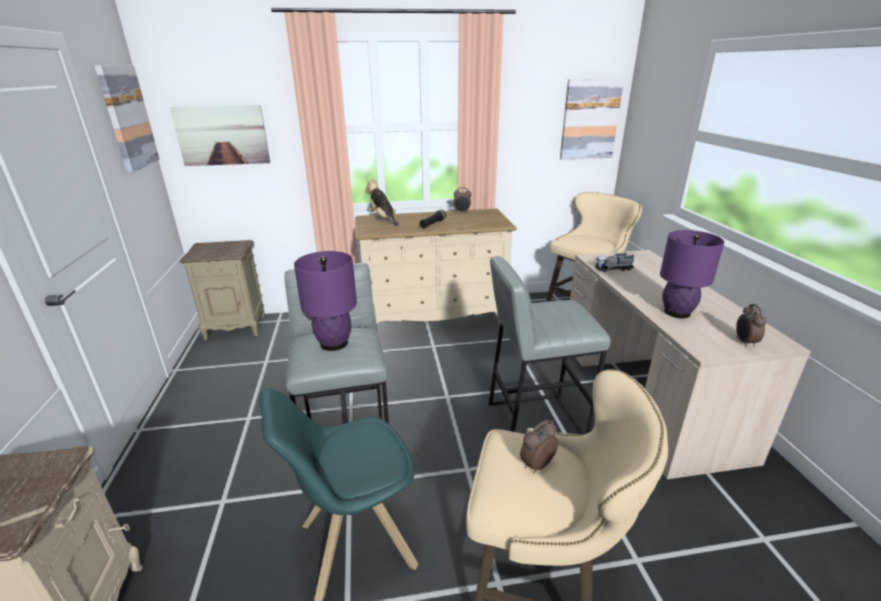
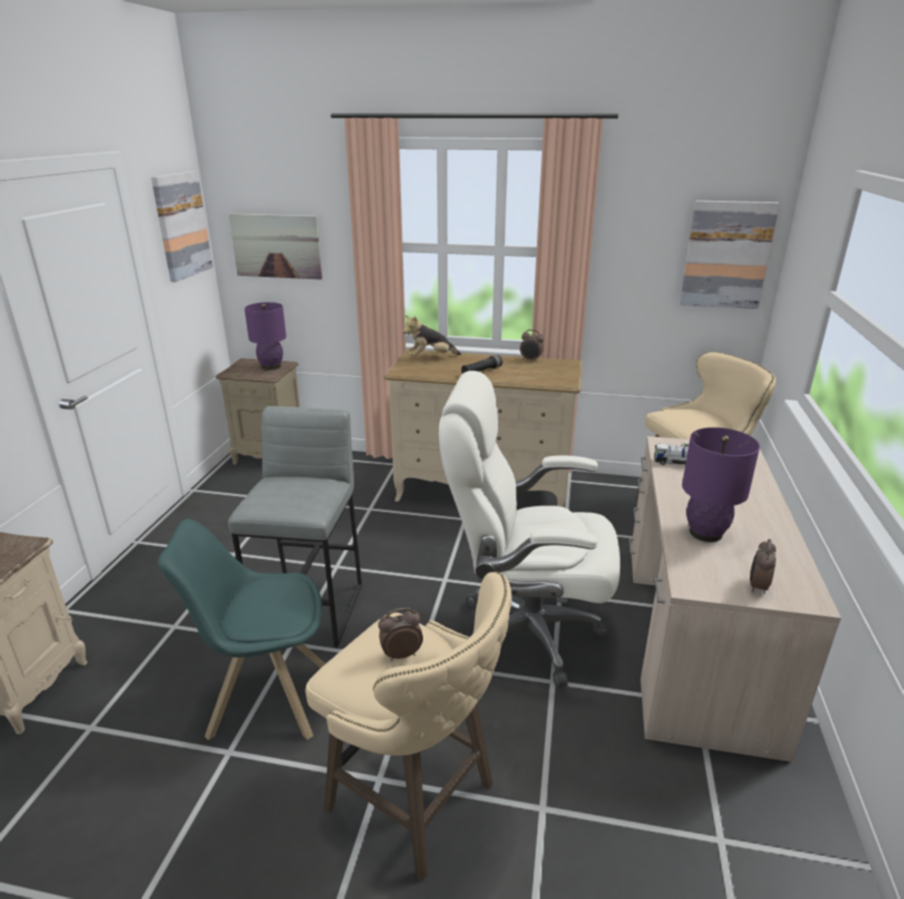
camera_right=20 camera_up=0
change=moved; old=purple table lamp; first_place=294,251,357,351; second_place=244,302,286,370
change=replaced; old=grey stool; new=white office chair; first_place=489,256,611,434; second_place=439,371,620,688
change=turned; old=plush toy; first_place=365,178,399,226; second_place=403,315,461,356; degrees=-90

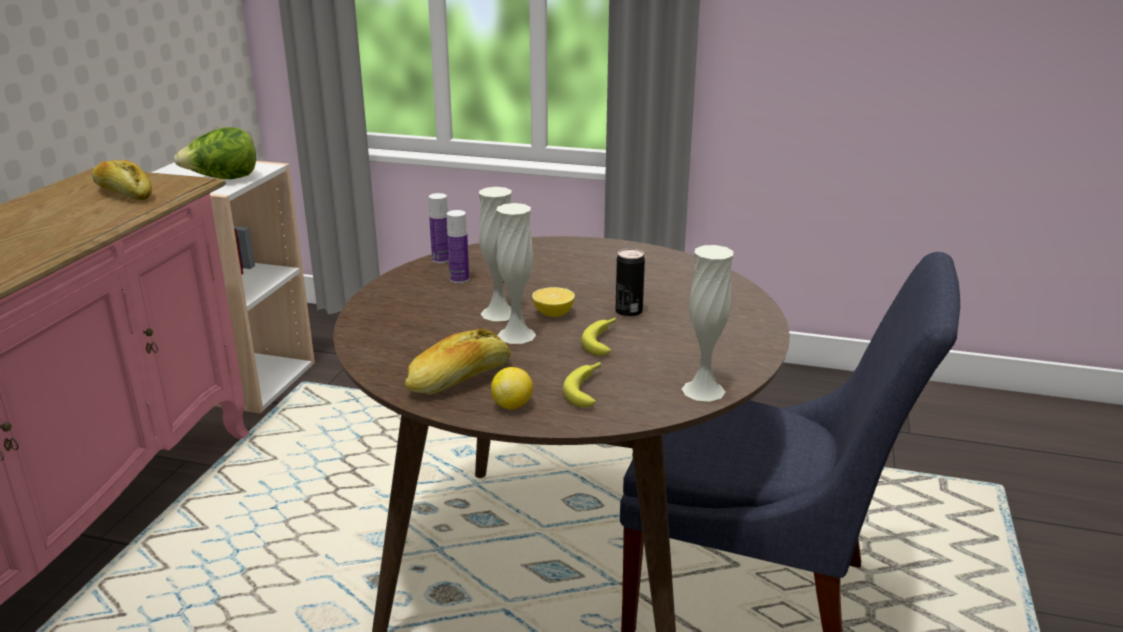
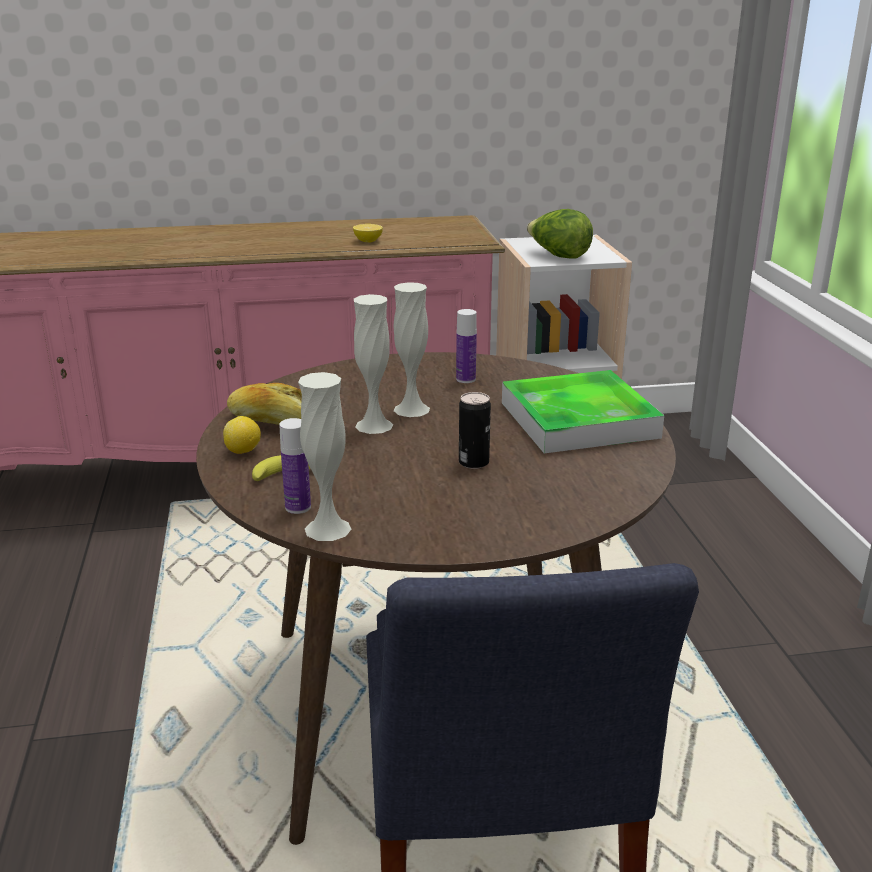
camera_right=65 camera_up=0
change=removed; old=bread; first_place=92,160,152,200
change=removed; old=banana; first_place=581,318,616,356
change=added; new=tray; second_place=502,370,664,453
change=moved; old=bottle; first_place=429,193,449,263; second_place=279,418,311,514
change=moved; old=lemon; first_place=532,287,575,317; second_place=353,224,383,242

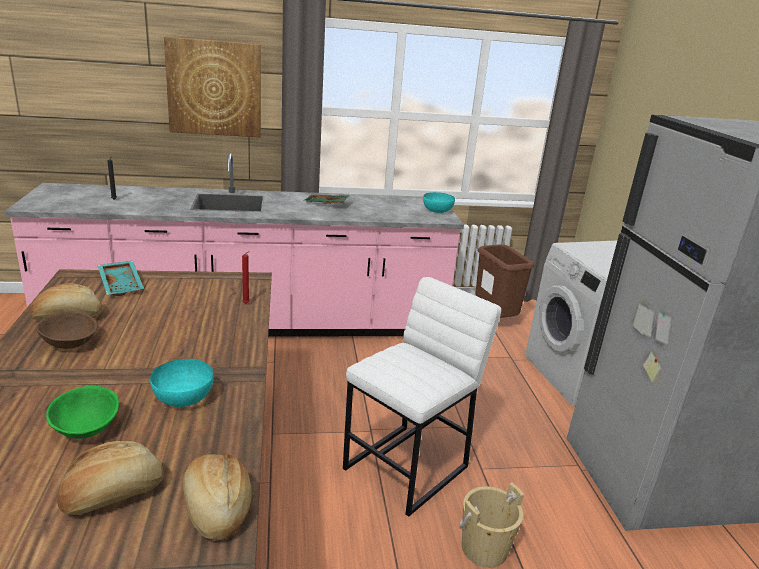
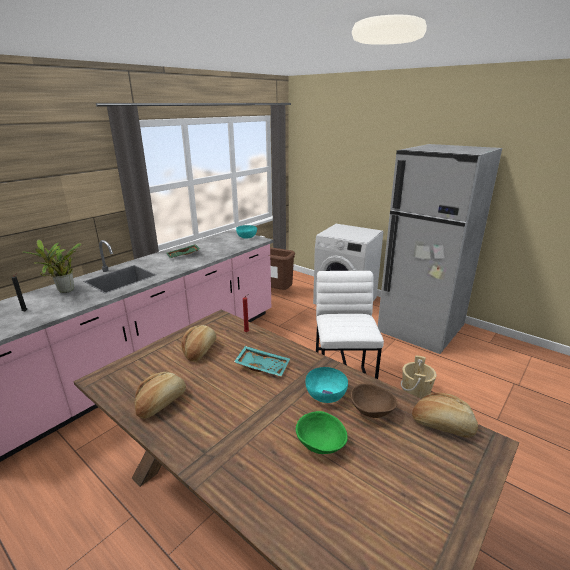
camera_right=-40 camera_up=0
change=removed; old=picture; first_place=164,37,261,137
change=added; new=potted plant; second_place=22,239,82,293
change=moved; old=brown bowl; first_place=36,311,97,349; second_place=350,384,397,418
change=moved; old=bread; first_place=57,441,163,515; second_place=181,325,217,362
change=moved; old=turquoise tray; first_place=98,261,144,296; second_place=234,346,290,377

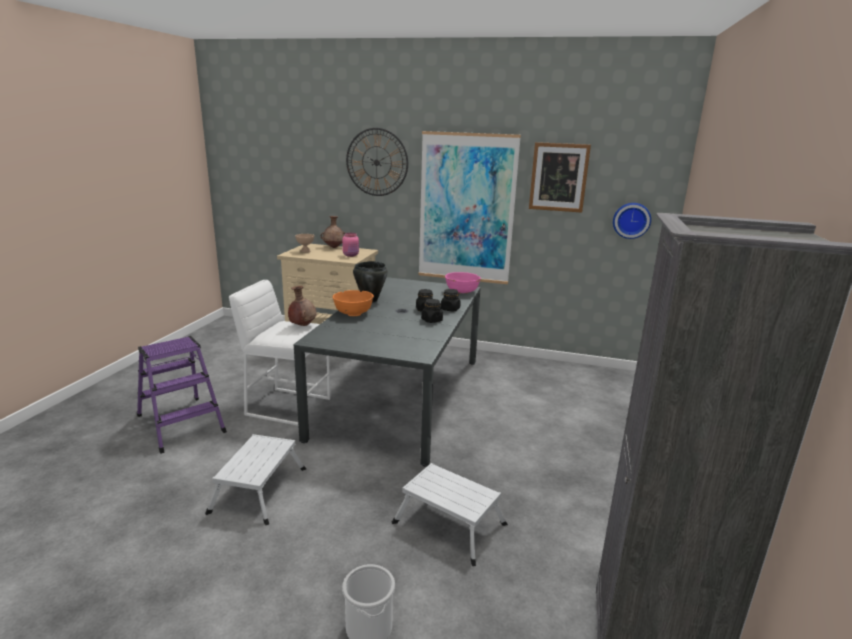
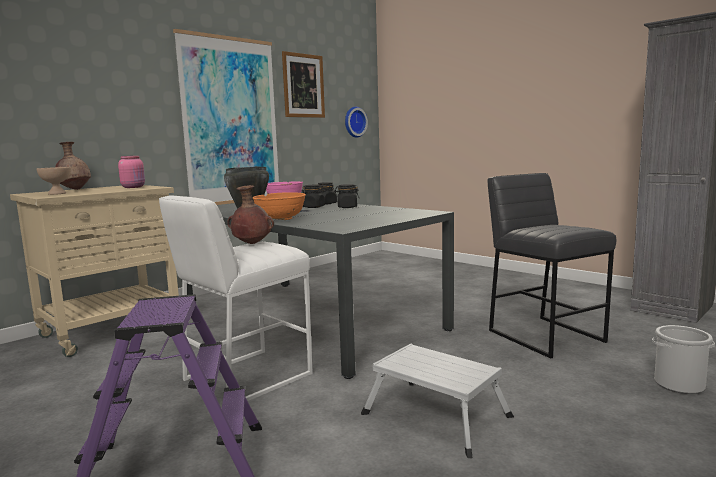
camera_right=-60 camera_up=-10
change=removed; old=wall clock; first_place=346,128,408,196
change=replaced; old=white step ladder; new=grey stool; first_place=392,463,508,566; second_place=488,173,616,358

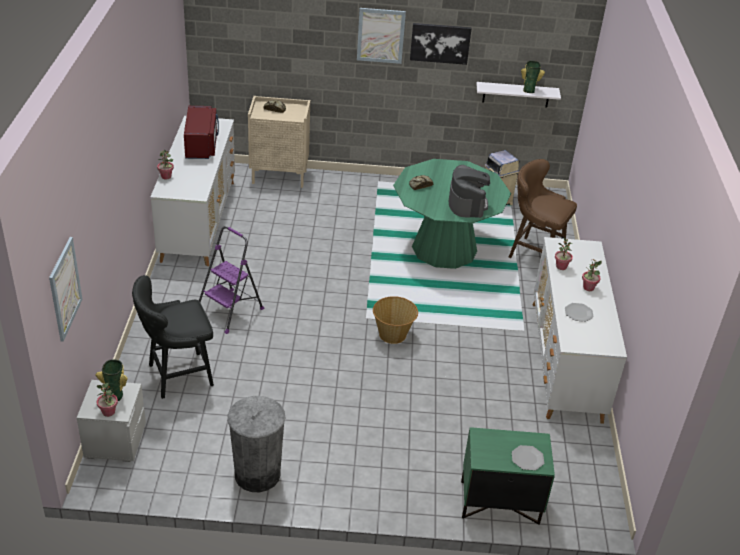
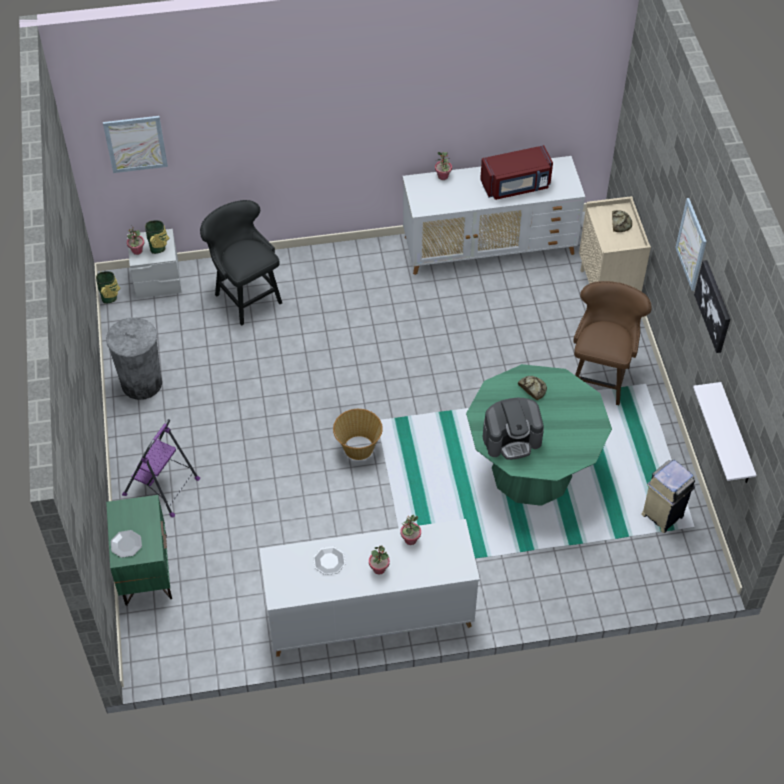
camera_right=80 camera_up=15
change=moved; old=purple step ladder; first_place=199,226,265,334; second_place=122,419,200,517
change=moved; old=brown stool; first_place=509,159,577,258; second_place=573,281,652,405
change=moved; old=vase; first_place=521,61,545,93; second_place=96,271,120,304

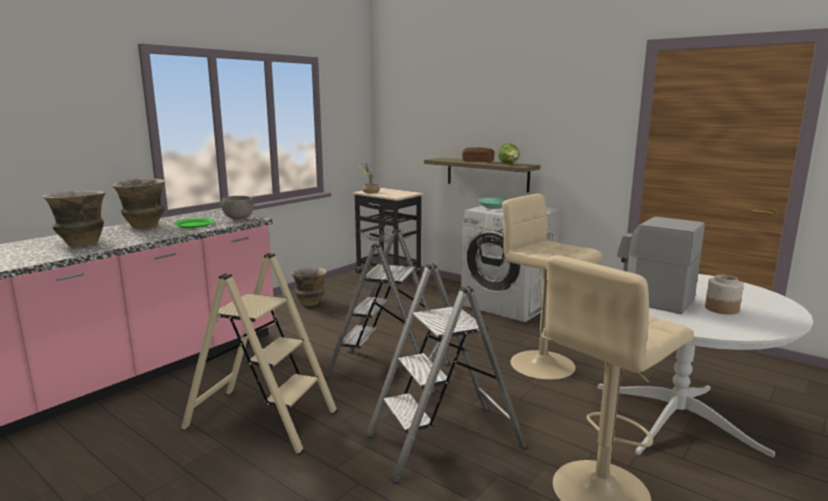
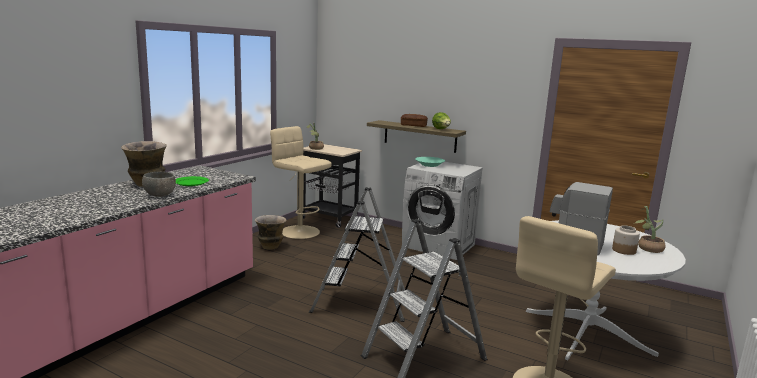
camera_right=-10 camera_up=0
change=removed; old=vase; first_place=43,190,106,247
change=removed; old=beige step ladder; first_place=180,253,338,455
change=added; new=potted plant; second_place=634,206,666,253
change=moved; old=grey bowl; first_place=221,196,254,220; second_place=142,172,176,197
change=moved; old=beige stool; first_place=502,194,602,380; second_place=270,126,332,239

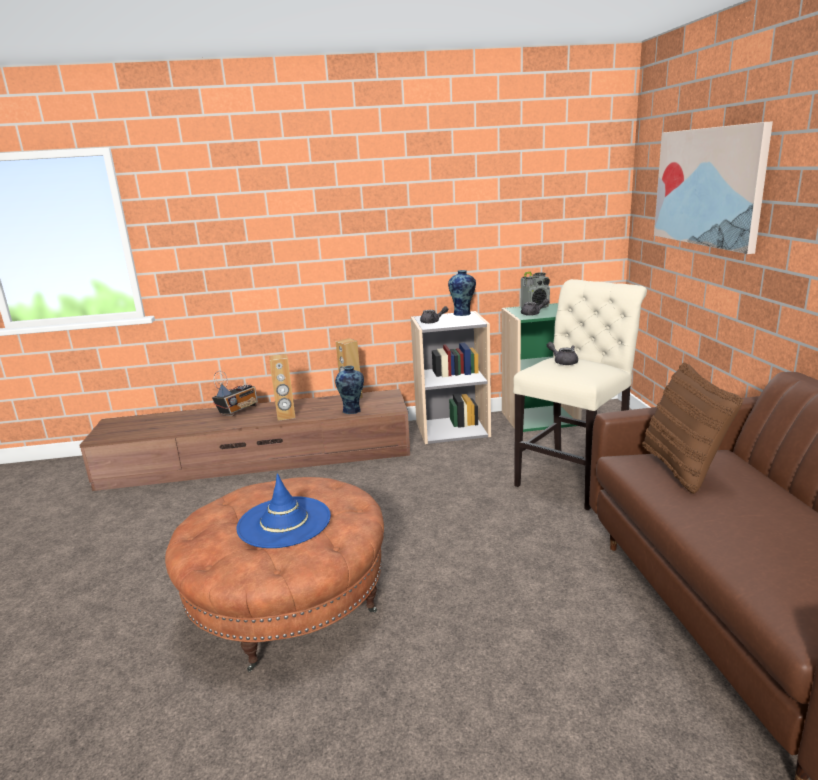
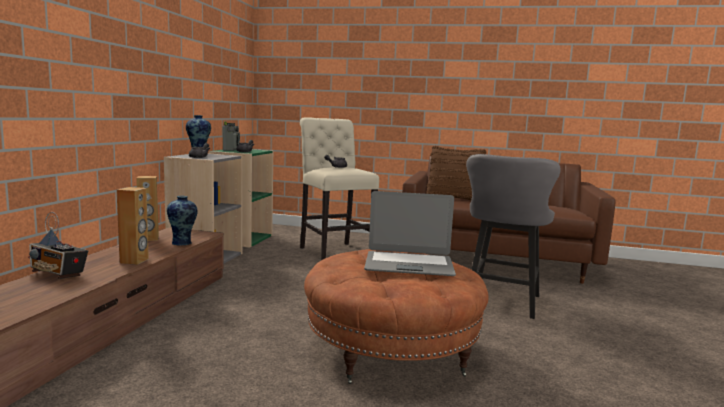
camera_right=-70 camera_up=-10
change=removed; old=picture; first_place=654,122,773,254
change=added; new=grey stool; second_place=466,154,561,319
change=replaced; old=blue hat; new=laptop; first_place=236,473,331,548; second_place=364,191,456,276
change=turned; old=radio; first_place=212,371,258,416; second_place=28,212,88,279; degrees=150

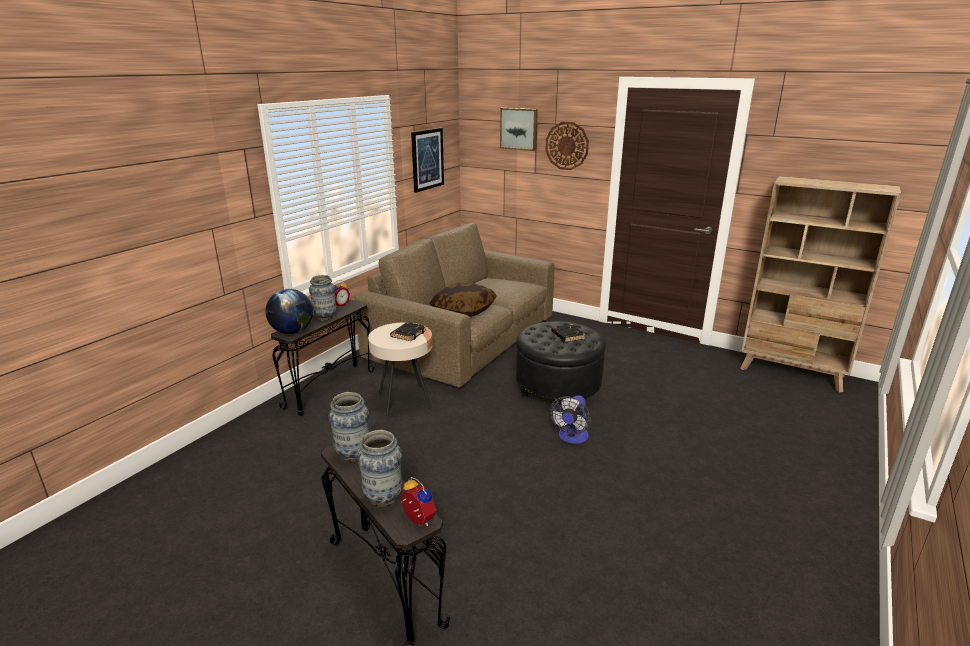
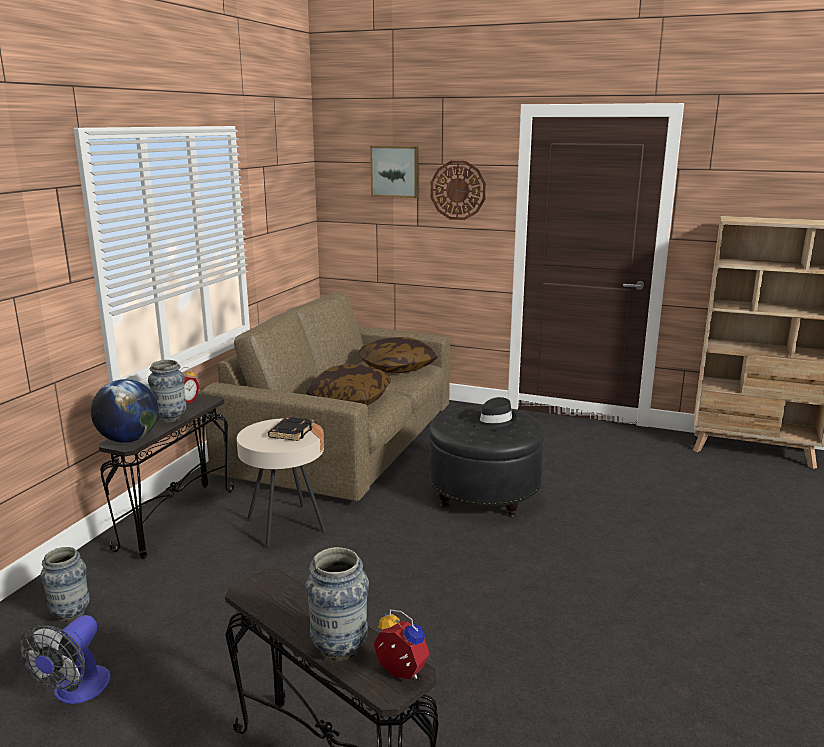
camera_right=-10 camera_up=-5
change=removed; old=picture; first_place=411,128,444,193
change=added; new=pillow; second_place=358,337,437,373
change=moved; old=vase; first_place=329,392,369,461; second_place=40,547,90,622
change=moved; old=fan; first_place=550,395,591,444; second_place=20,615,111,704
change=replaced; old=black book; new=black hat; first_place=551,324,585,342; second_place=474,397,517,429

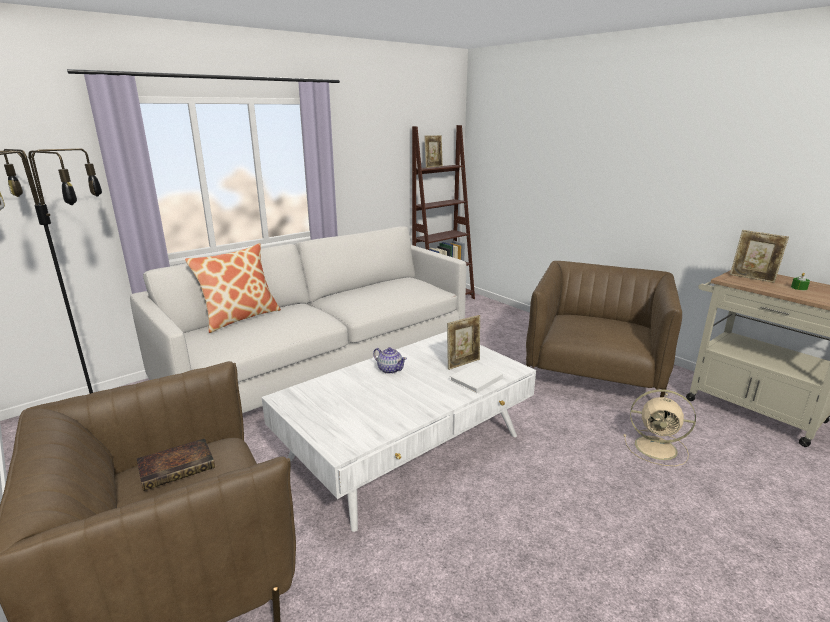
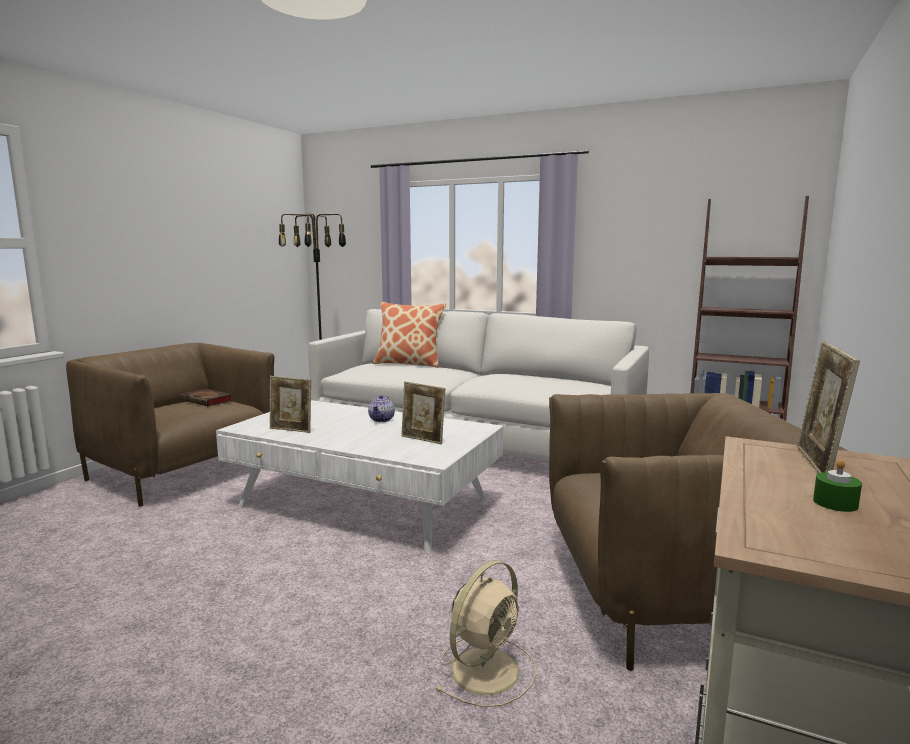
camera_right=65 camera_up=-10
change=removed; old=white book; first_place=450,363,503,393
change=moved; old=picture frame; first_place=424,135,443,168; second_place=270,376,311,433
change=turned; old=beige fan; first_place=624,389,696,466; second_place=435,561,537,707; degrees=-135

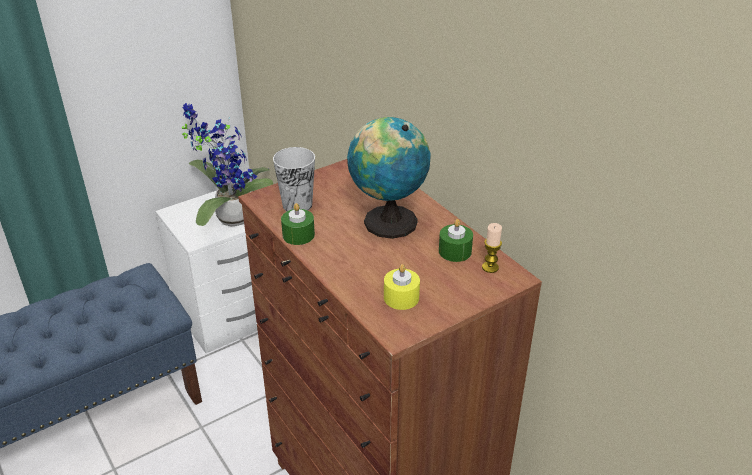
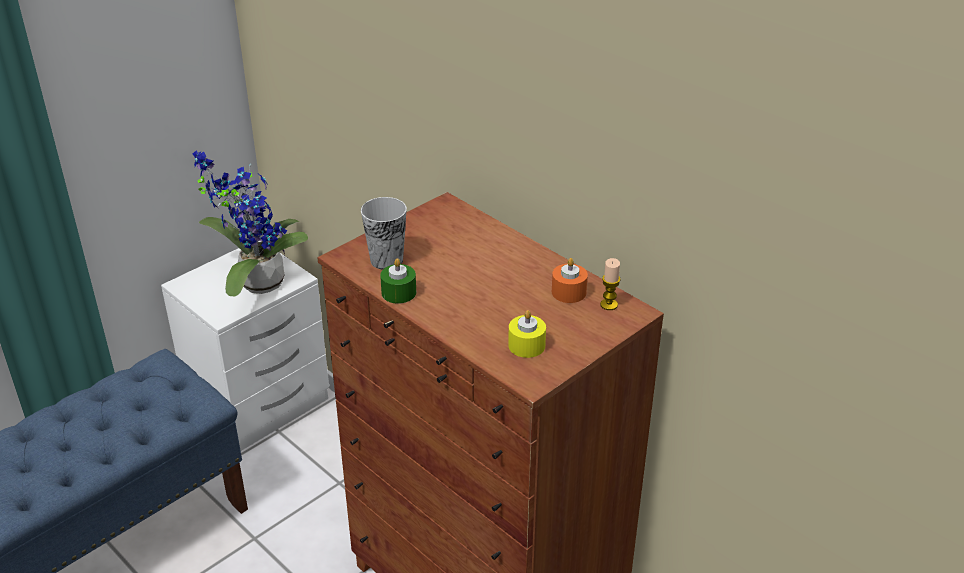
camera_right=-10 camera_up=0
change=removed; old=globe; first_place=347,117,431,239
change=recoloured; old=green candle; new=orange candle; first_place=439,219,473,262; second_place=552,258,588,303

